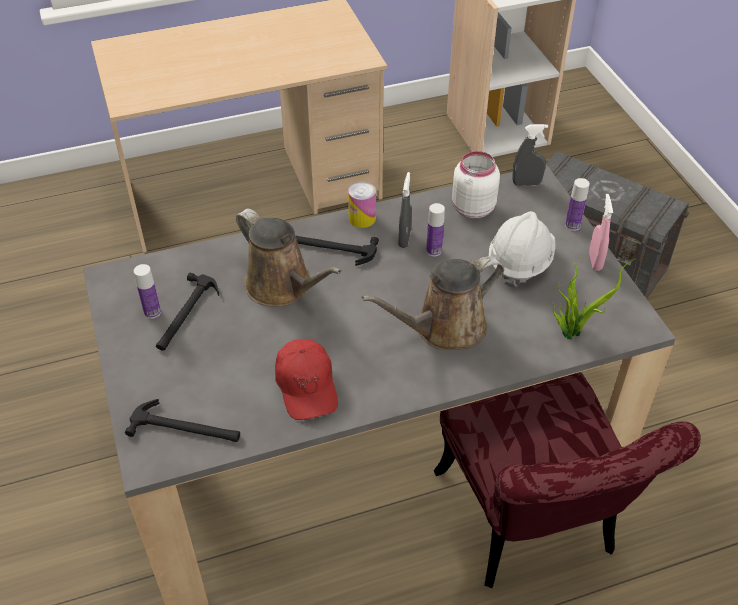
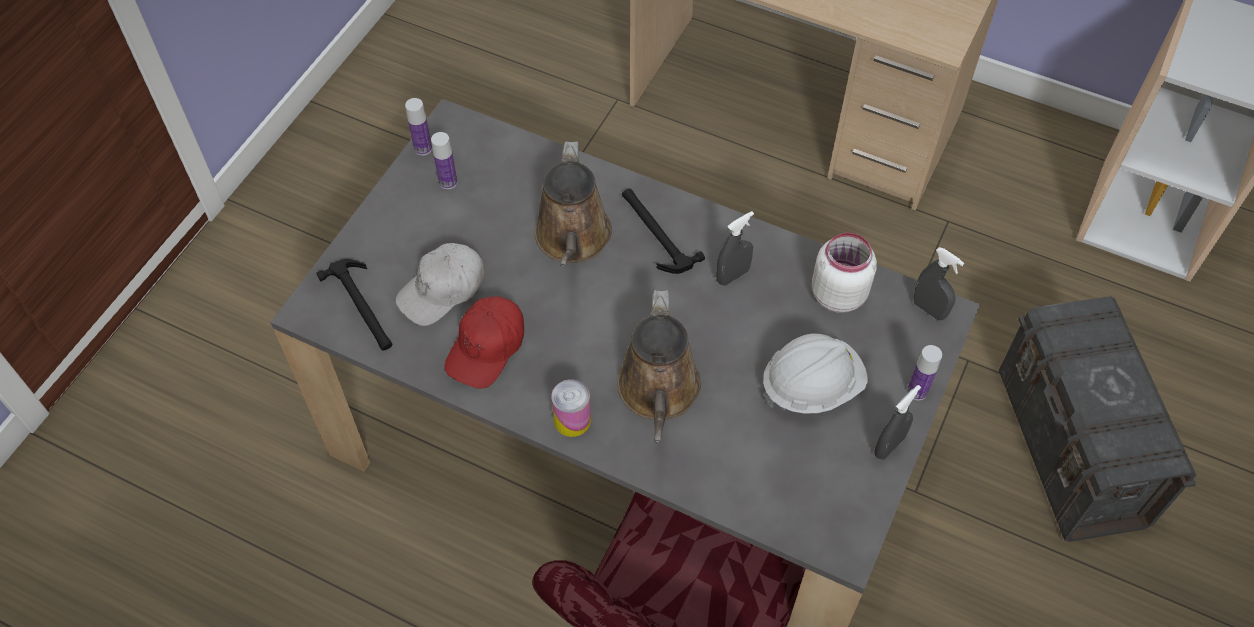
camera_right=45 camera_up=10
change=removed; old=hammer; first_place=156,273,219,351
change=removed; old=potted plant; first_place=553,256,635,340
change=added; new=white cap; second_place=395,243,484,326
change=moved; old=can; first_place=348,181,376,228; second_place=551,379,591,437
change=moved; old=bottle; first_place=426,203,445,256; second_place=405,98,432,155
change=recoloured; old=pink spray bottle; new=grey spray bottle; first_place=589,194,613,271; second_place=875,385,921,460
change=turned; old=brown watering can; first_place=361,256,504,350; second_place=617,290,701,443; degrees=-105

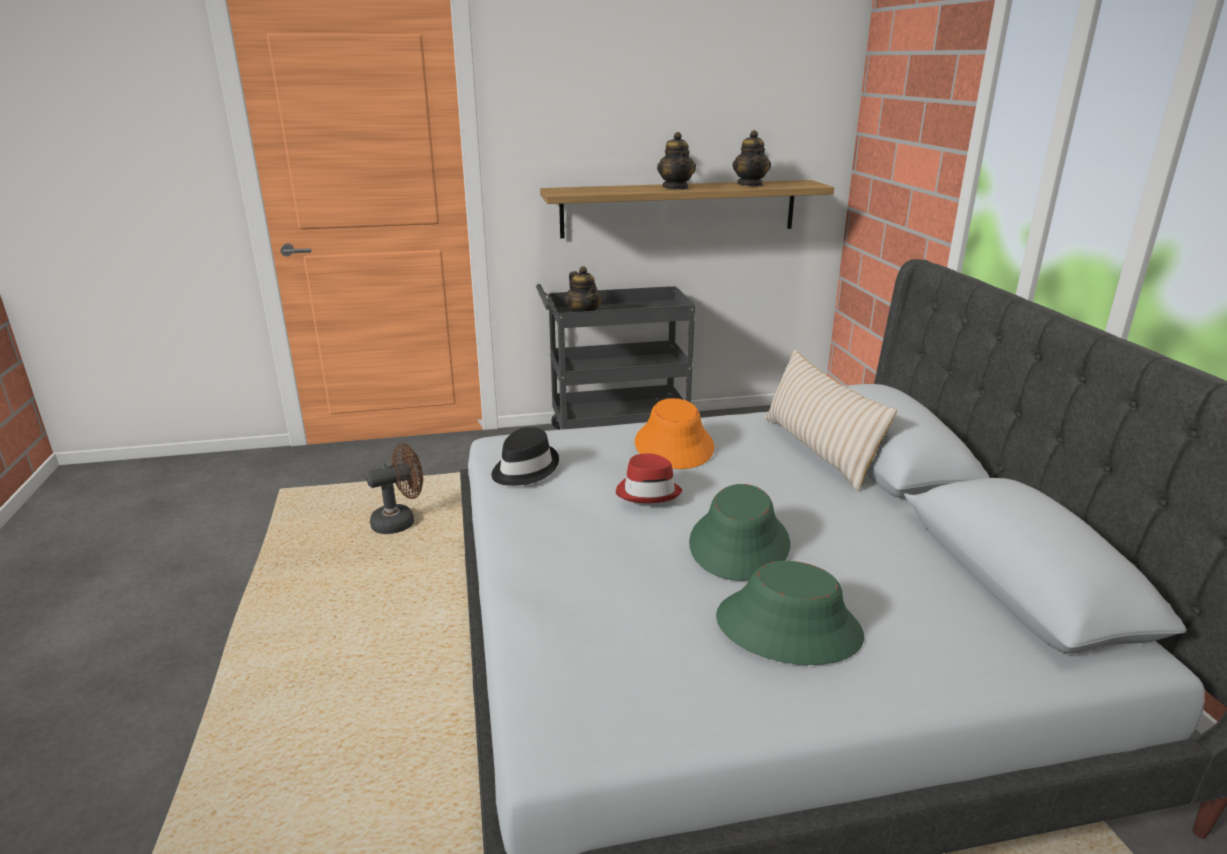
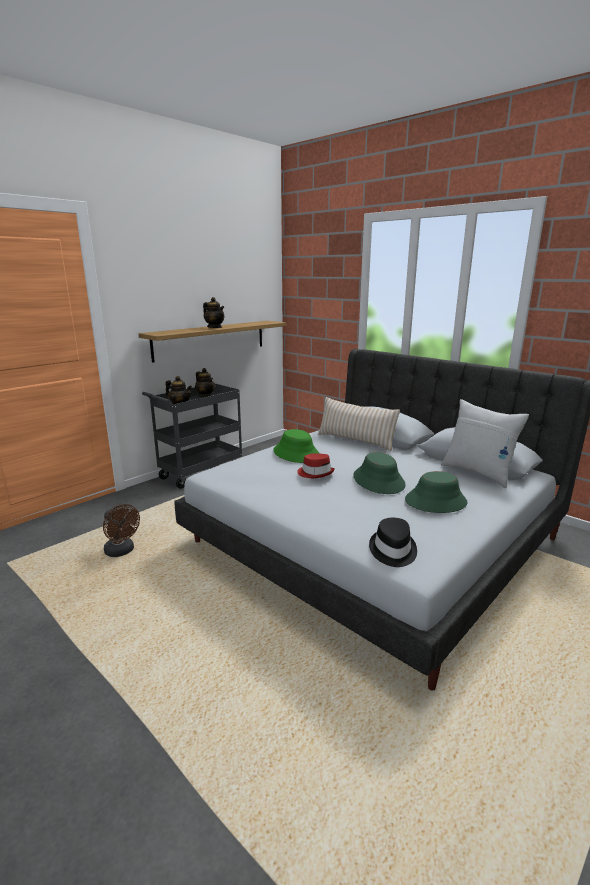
camera_right=-35 camera_up=-5
change=added; new=grey pillow; second_place=441,399,529,488
change=moved; old=black hat; first_place=492,427,559,486; second_place=369,518,417,567
change=moved; old=teapot; first_place=732,130,771,186; second_place=195,368,215,397
change=recoloured; old=orange hat; new=green hat; first_place=635,398,715,469; second_place=273,429,320,463
change=turned; old=brown fan; first_place=366,444,423,534; second_place=103,504,140,557; degrees=105

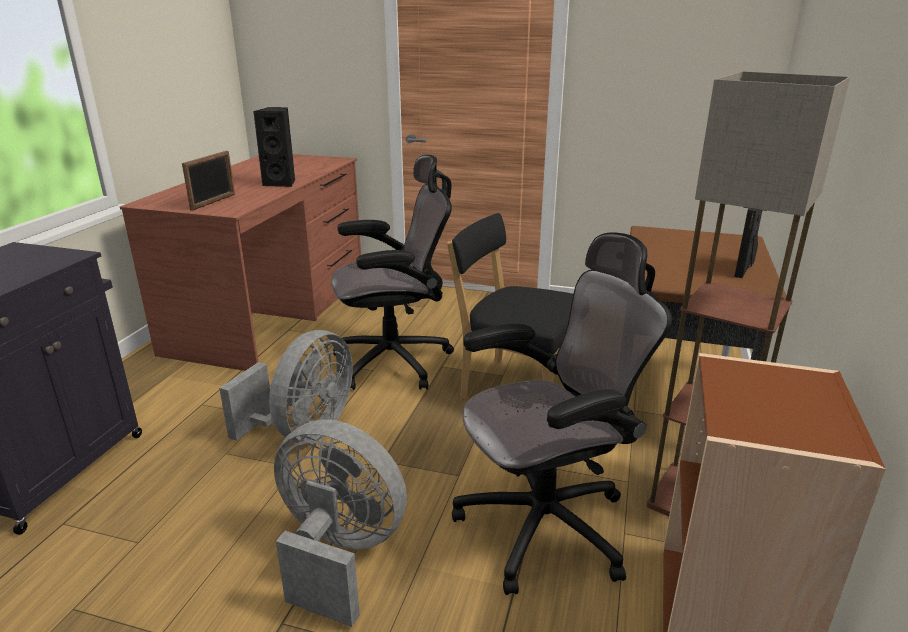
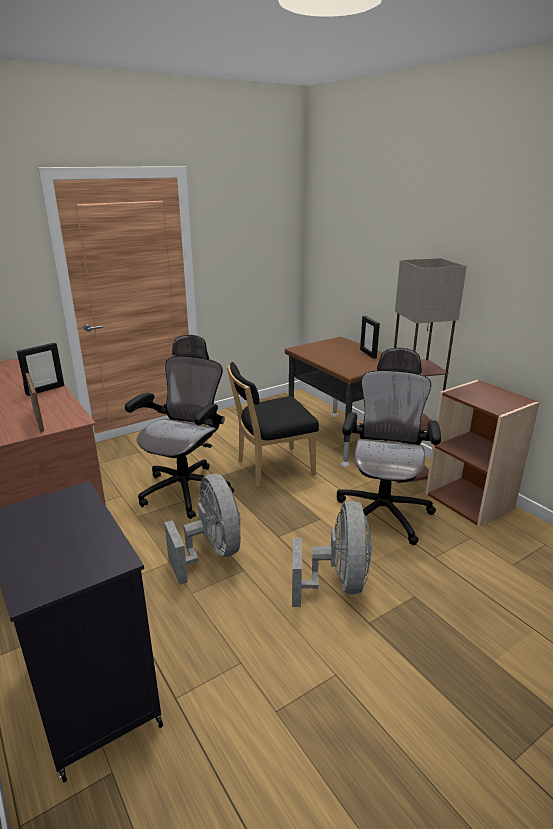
camera_right=-50 camera_up=0
change=replaced; old=black speaker; new=picture frame; first_place=253,107,295,187; second_place=17,343,64,396
change=turned; old=grey fan; first_place=274,419,407,627; second_place=292,501,372,607; degrees=120

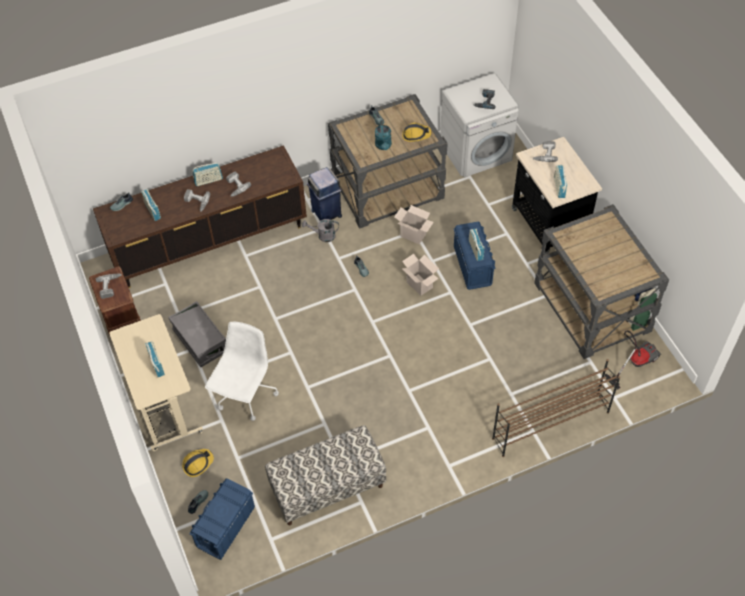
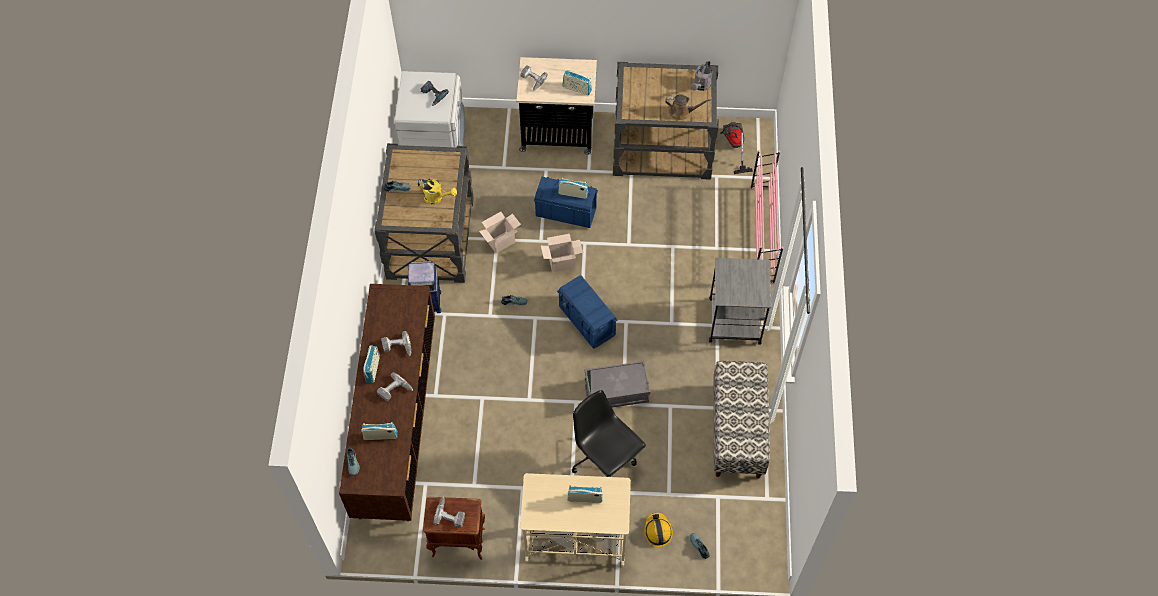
camera_right=-65 camera_up=5
change=removed; old=hard hat; first_place=402,123,431,142
change=added; new=brown watering can; second_place=665,94,711,121
change=added; new=grey cart; second_place=709,258,771,344
change=moved; old=grey storage box; first_place=168,301,226,367; second_place=585,361,650,408
change=moved; old=blue storage box; first_place=189,479,255,560; second_place=557,275,618,348
change=moved; old=grey watering can; first_place=302,219,339,242; second_place=691,60,712,91
change=recoloured; old=white office chair; new=black office chair; first_place=205,322,279,421; second_place=572,390,646,477
change=recoloured; old=turquoise watering can; new=yellow watering can; first_place=375,120,392,150; second_place=418,179,457,204
change=recoloured; old=brown shoe rack; new=pink shoe rack; first_place=492,359,620,457; second_place=750,150,783,284

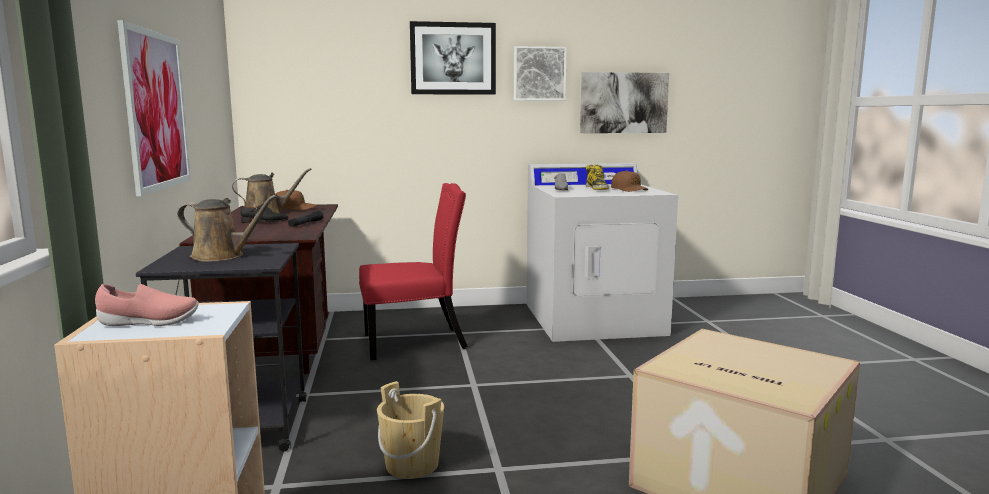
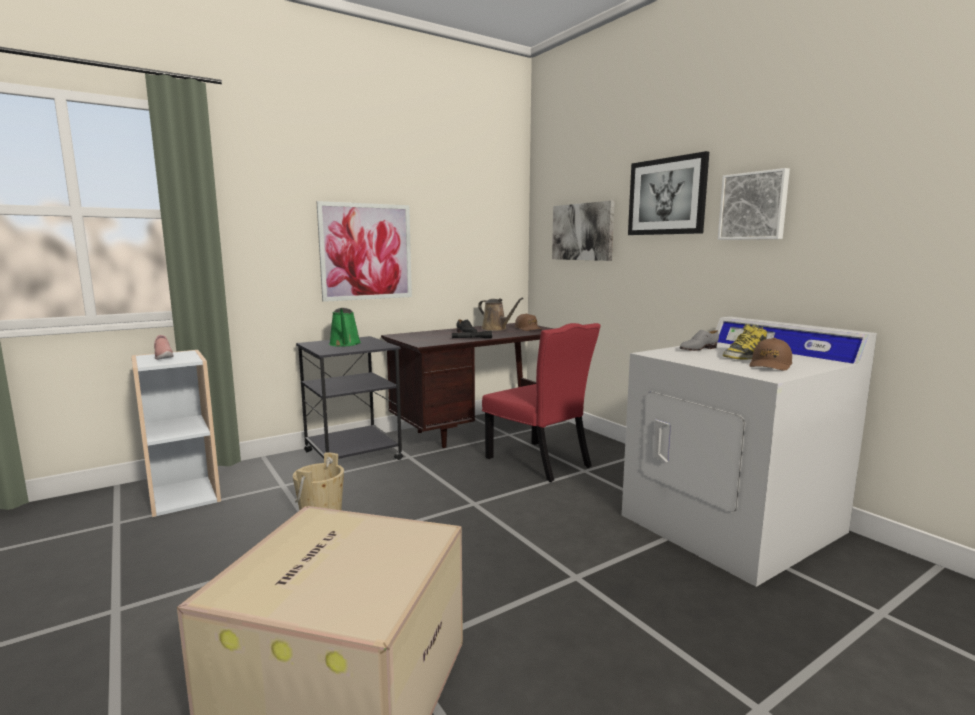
camera_right=65 camera_up=0
change=moved; old=picture; first_place=580,72,669,133; second_place=552,201,615,261
change=recoloured; old=brown watering can; new=green watering can; first_place=177,194,278,262; second_place=329,308,361,347

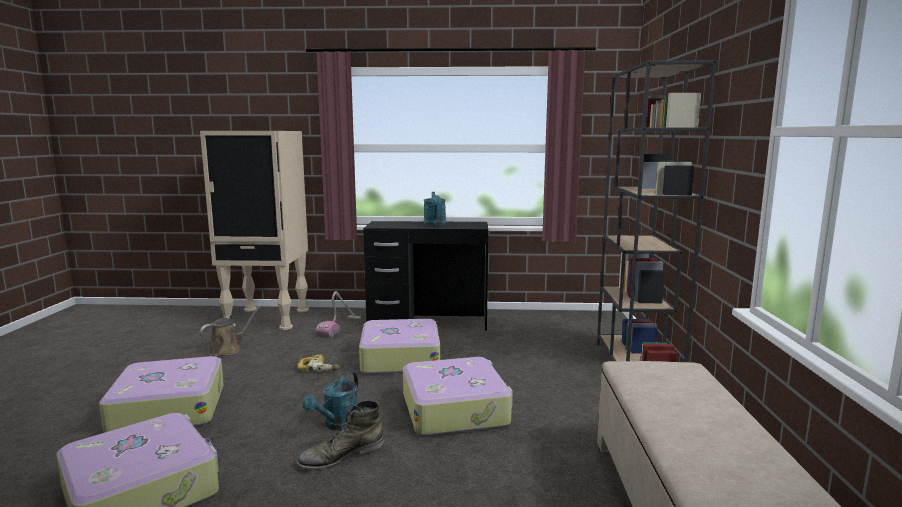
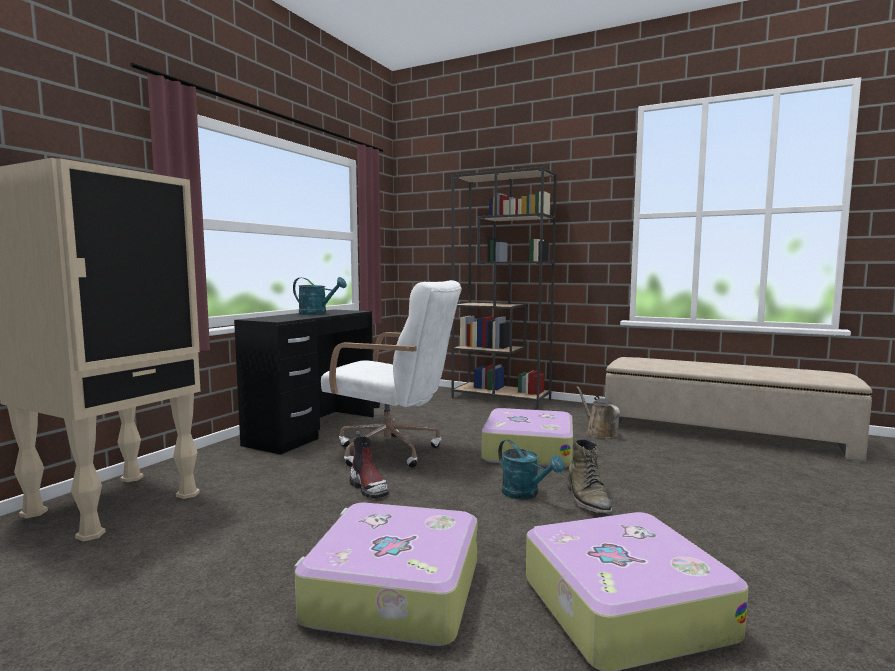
camera_right=-65 camera_up=-5
change=removed; old=vacuum cleaner; first_place=315,291,362,337
change=moved; old=brown watering can; first_place=200,306,262,356; second_place=576,386,620,438
change=replaced; old=power drill; new=boot; first_place=298,354,340,372; second_place=350,431,388,499
change=replaced; old=suitcase; new=white office chair; first_place=359,319,440,374; second_place=321,280,462,467

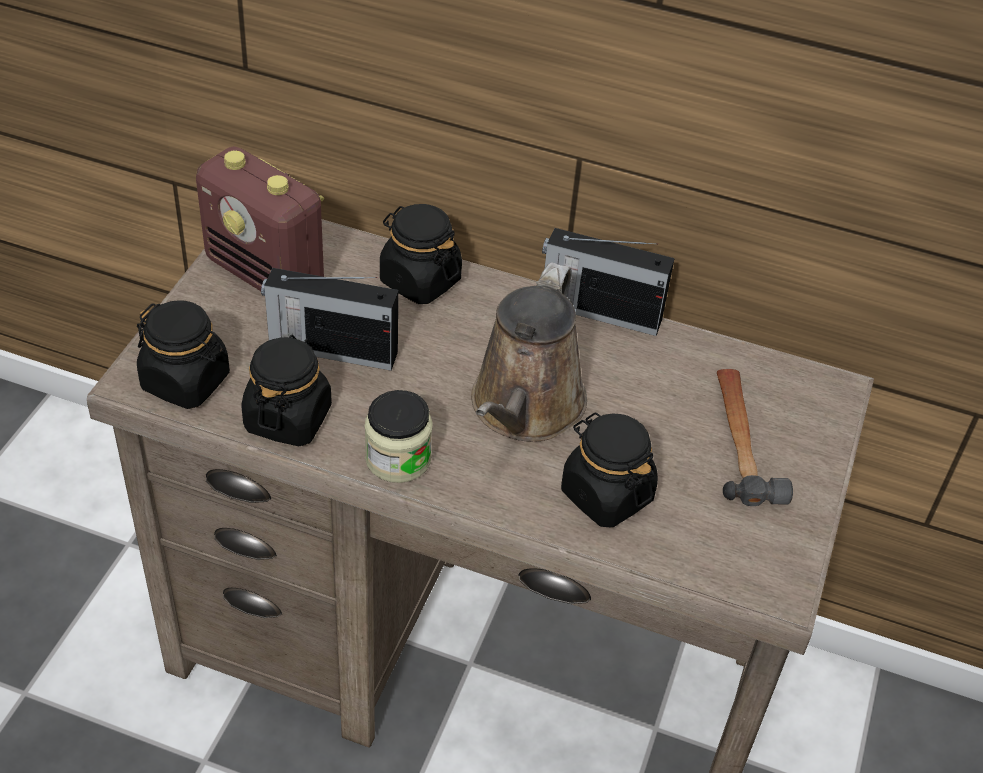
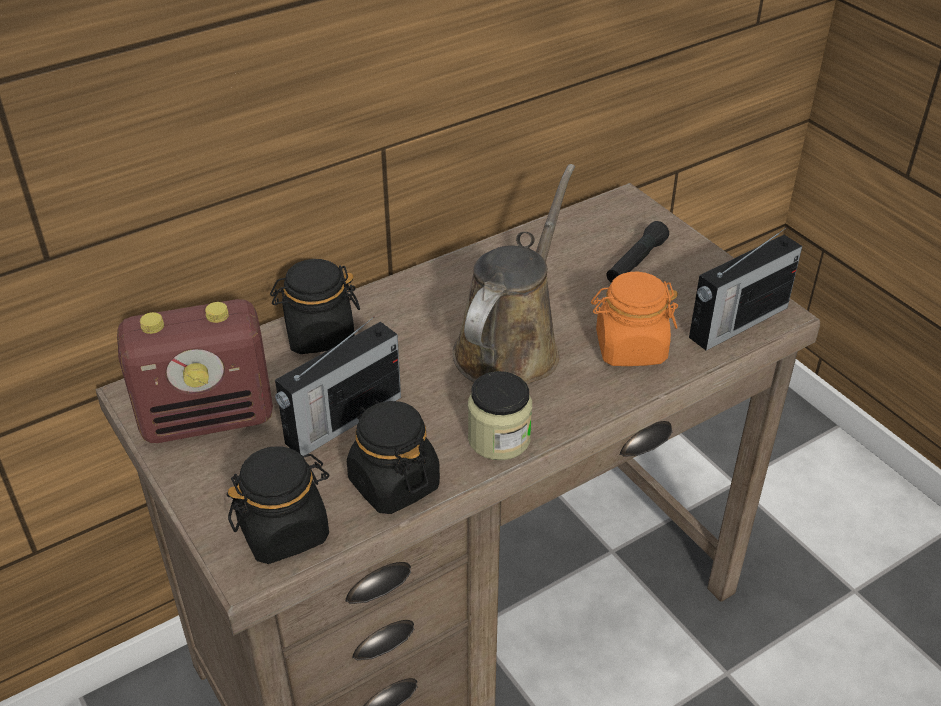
camera_right=-50 camera_up=-5
change=moved; old=radio; first_place=542,228,675,336; second_place=689,227,802,351
change=replaced; old=hammer; new=black flashlight; first_place=717,369,793,506; second_place=606,221,669,283
change=recoloured; old=black jar; new=orange jar; first_place=561,412,658,528; second_place=591,271,678,366
change=turned; old=brown watering can; first_place=471,262,587,442; second_place=452,164,575,384; degrees=-120

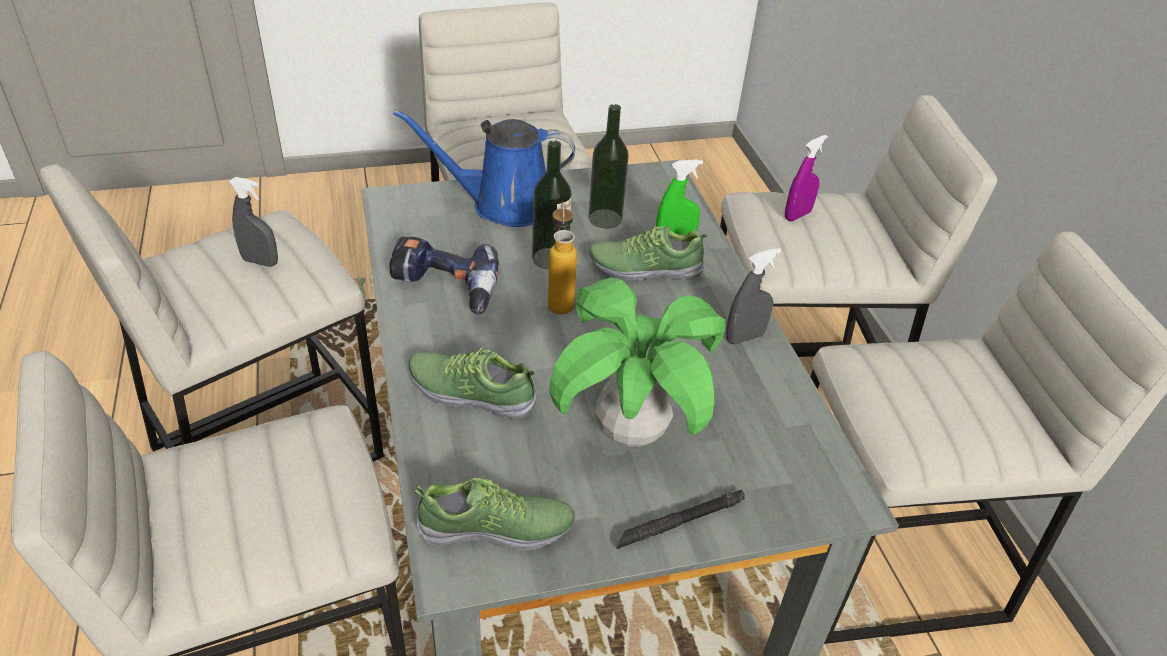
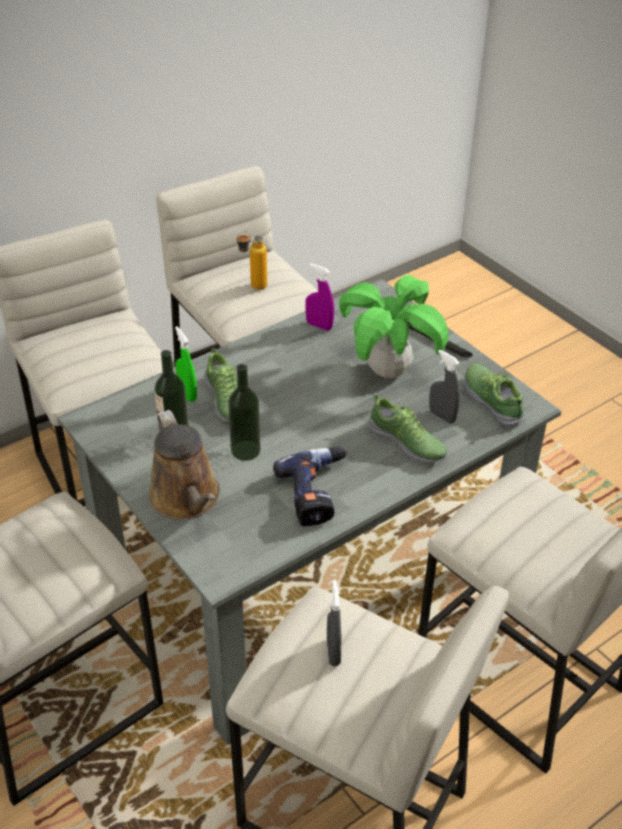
camera_right=-110 camera_up=0
change=moved; old=bottle; first_place=548,202,577,315; second_place=236,231,267,289
change=moved; old=grey spray bottle; first_place=726,248,781,344; second_place=429,350,460,423
change=moved; old=purple spray bottle; first_place=785,135,828,221; second_place=305,263,334,331
change=recoloured; old=blue watering can; new=brown watering can; first_place=393,110,575,227; second_place=149,410,220,520
change=turned; old=shoe; first_place=408,347,537,419; second_place=368,394,447,462; degrees=-45

